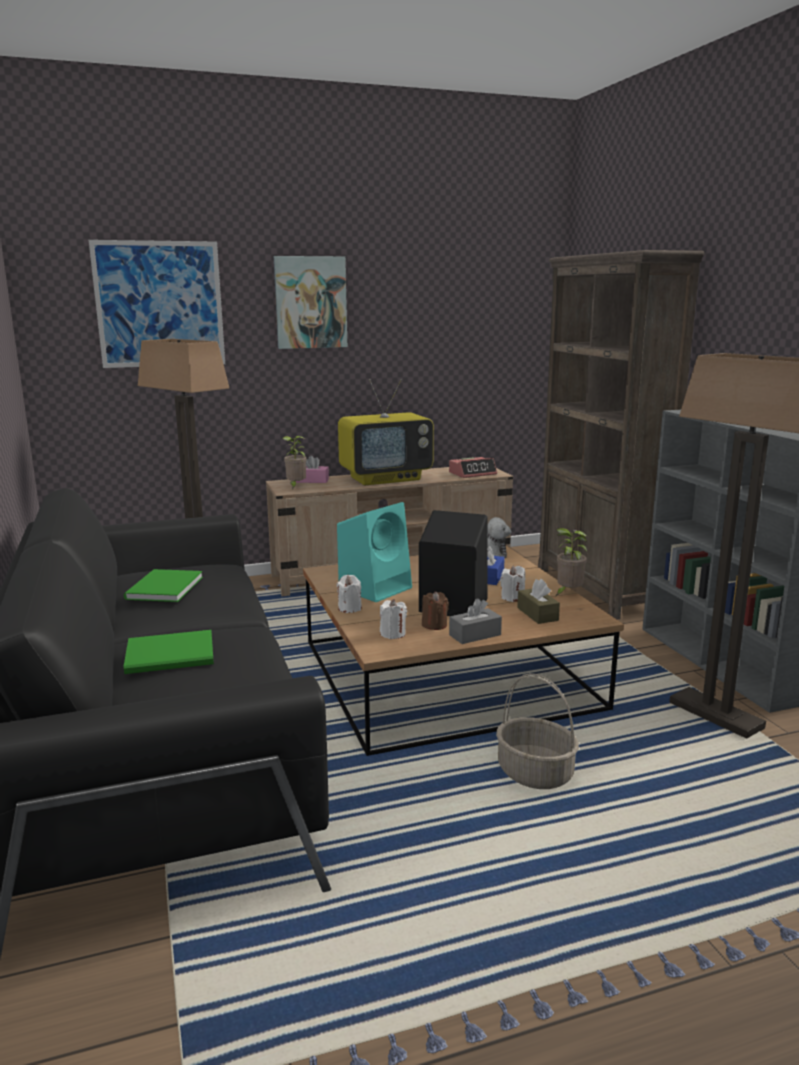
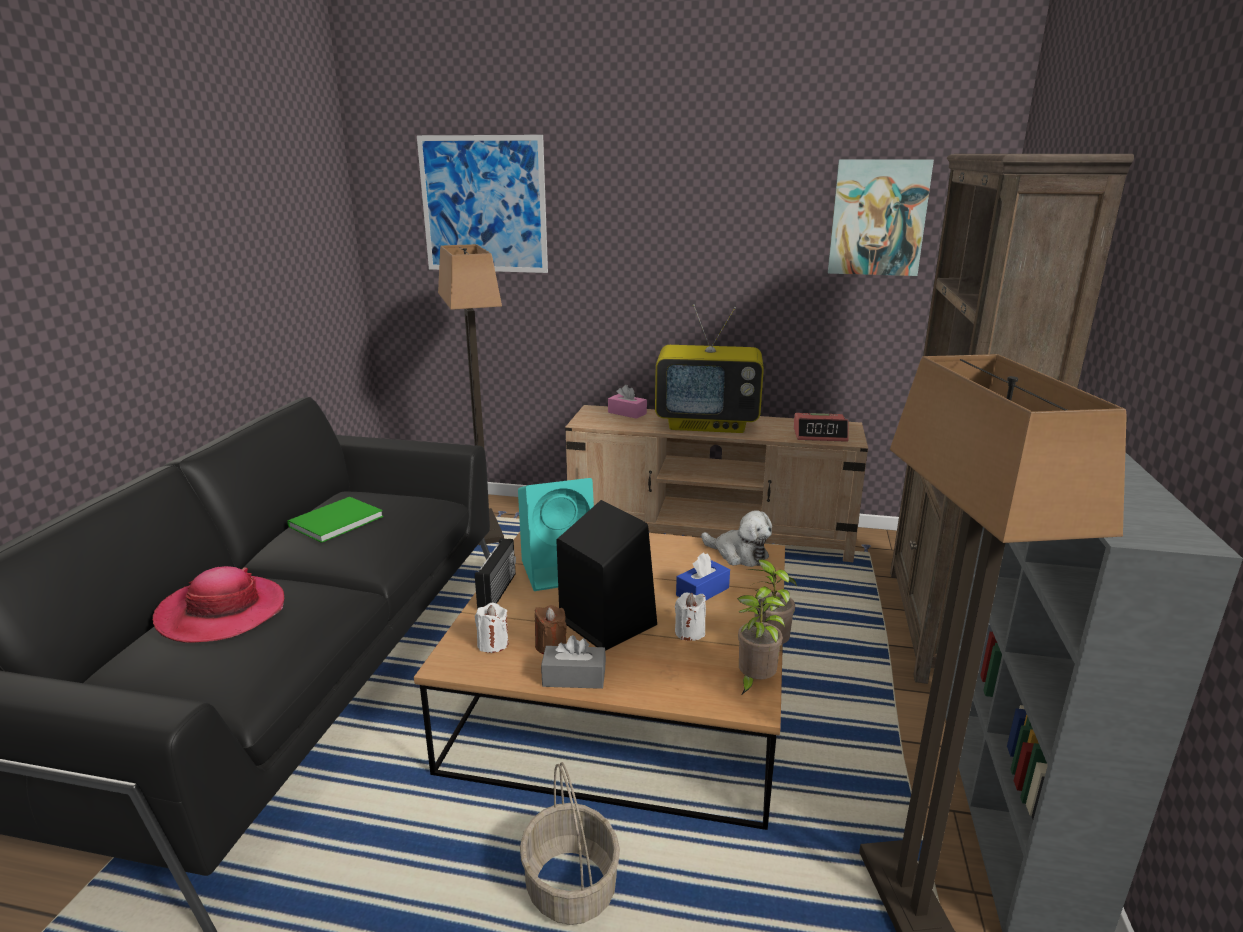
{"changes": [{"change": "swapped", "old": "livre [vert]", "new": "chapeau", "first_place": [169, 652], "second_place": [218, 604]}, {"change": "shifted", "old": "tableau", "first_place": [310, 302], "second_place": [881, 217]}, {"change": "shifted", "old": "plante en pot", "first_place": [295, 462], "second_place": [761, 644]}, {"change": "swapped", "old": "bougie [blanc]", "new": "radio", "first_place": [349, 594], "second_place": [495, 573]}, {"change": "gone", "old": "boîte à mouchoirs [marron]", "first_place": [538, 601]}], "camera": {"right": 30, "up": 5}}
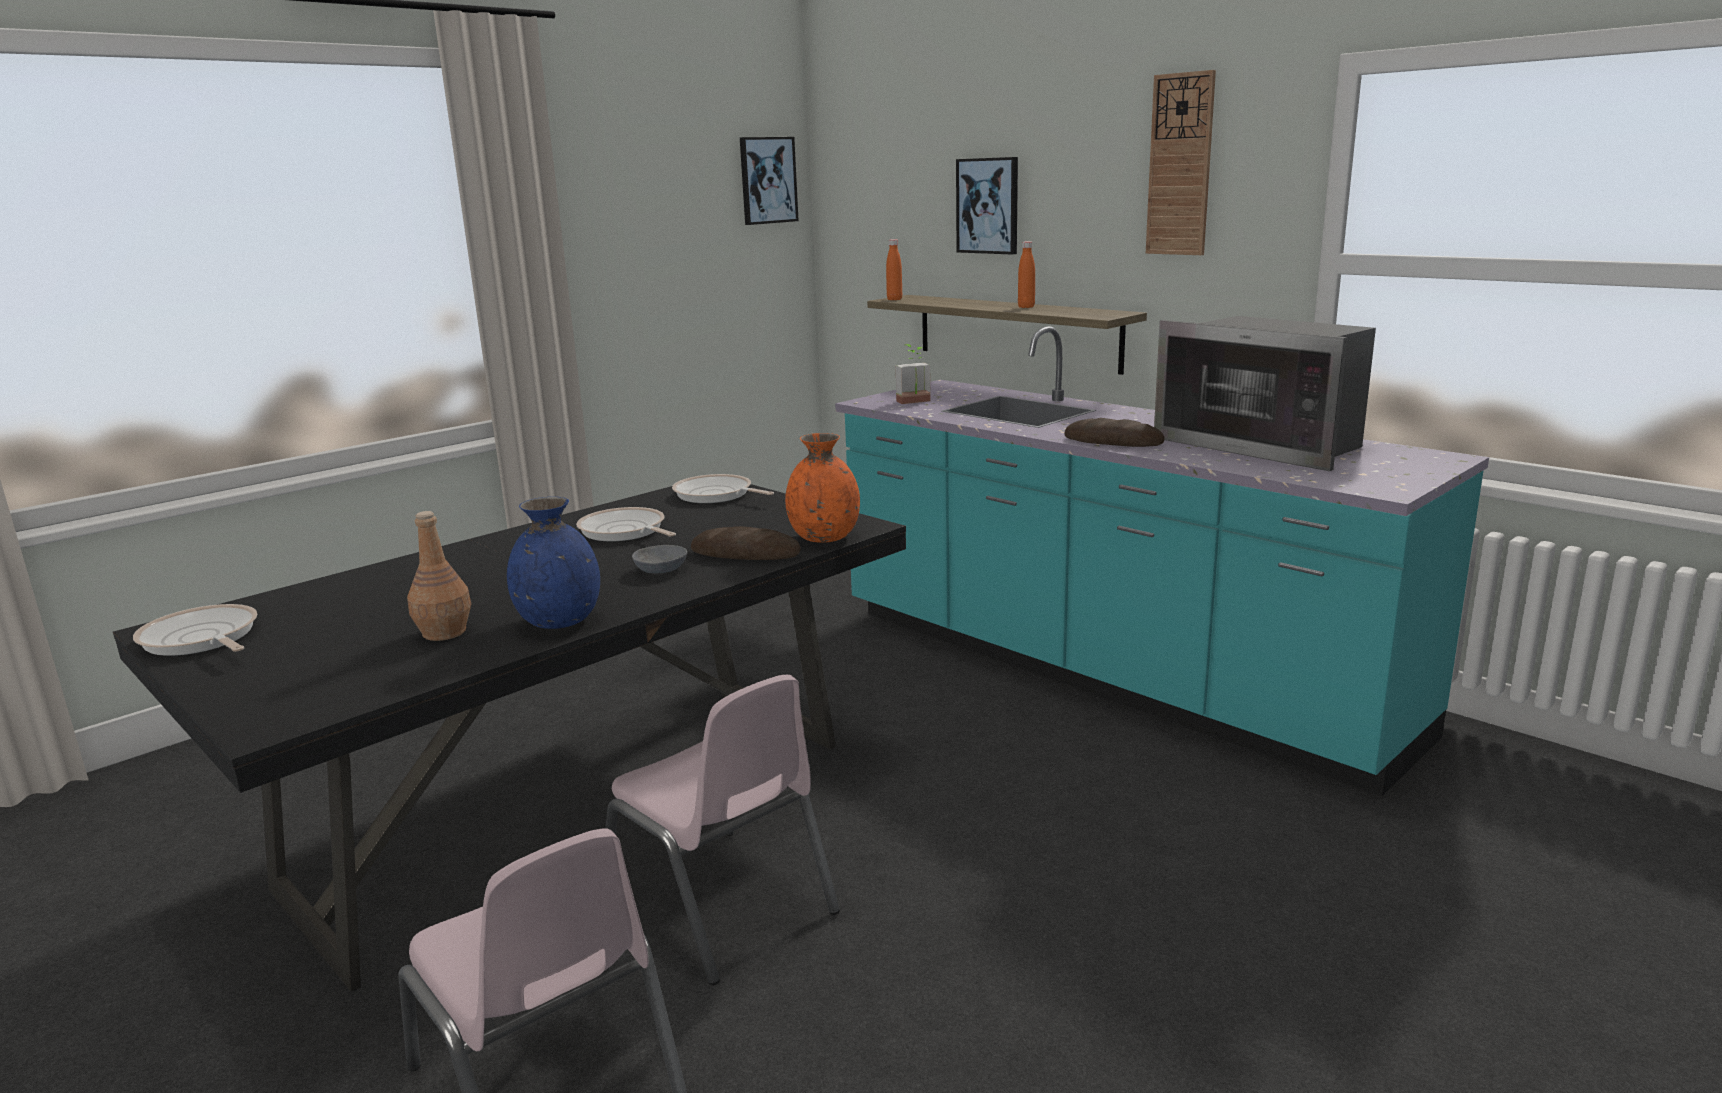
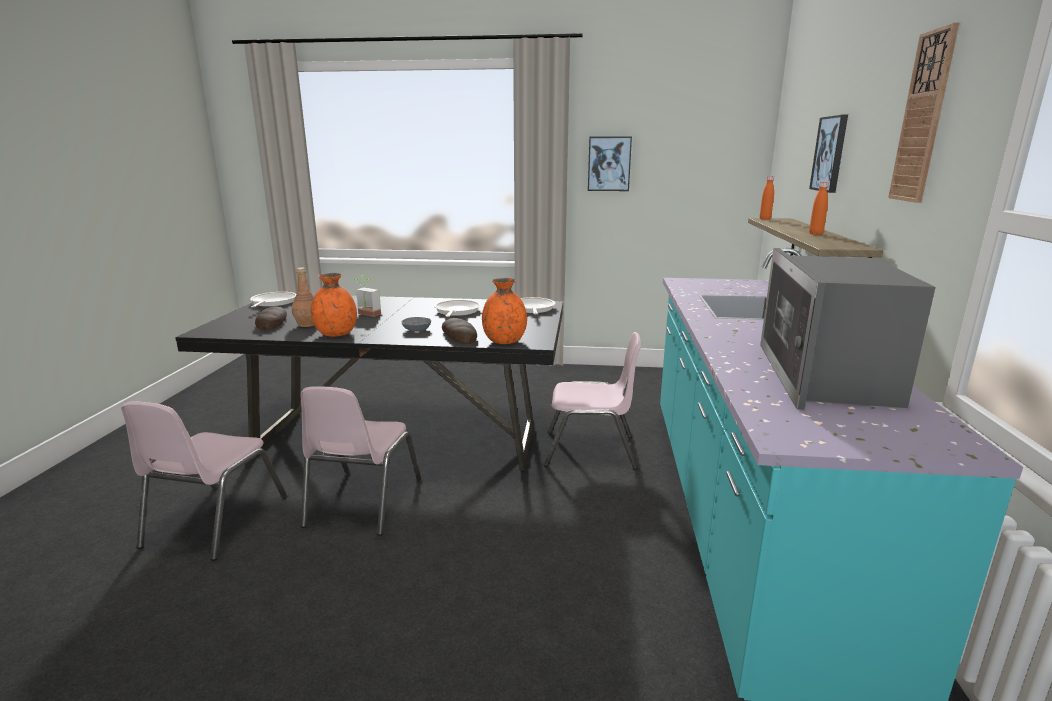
{"changes": [{"change": "repainted", "old": "vase [bleu]", "new": "vase [orange]", "first_place": [553, 563], "second_place": [334, 305]}, {"change": "shifted", "old": "tableau", "first_place": [769, 181], "second_place": [610, 164]}, {"change": "shifted", "old": "plante en pot", "first_place": [913, 374], "second_place": [367, 296]}, {"change": "shifted", "old": "pain", "first_place": [1114, 432], "second_place": [271, 318]}, {"change": "new", "new": "chaise [rose]", "second_place": [592, 401]}], "camera": {"right": 50, "up": 0}}
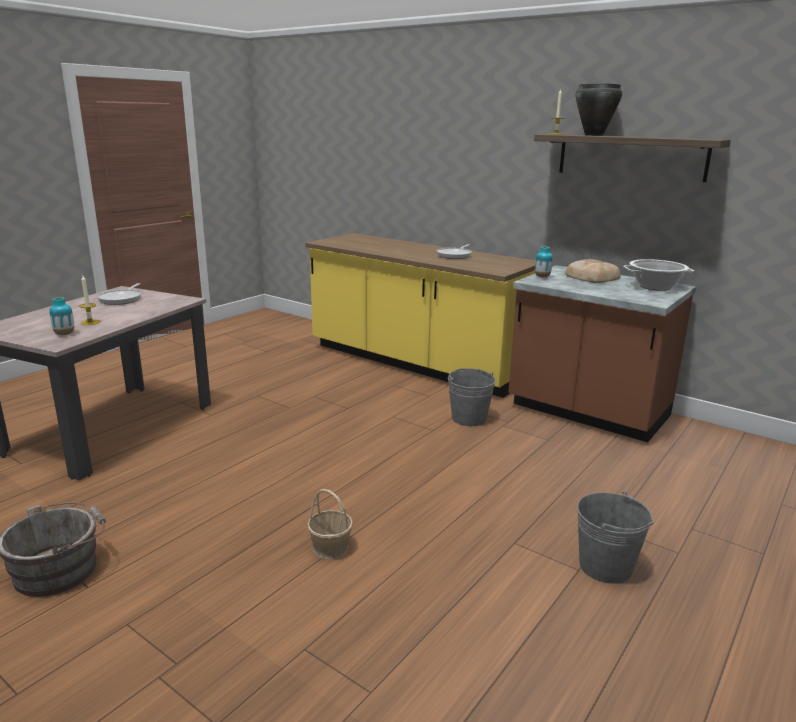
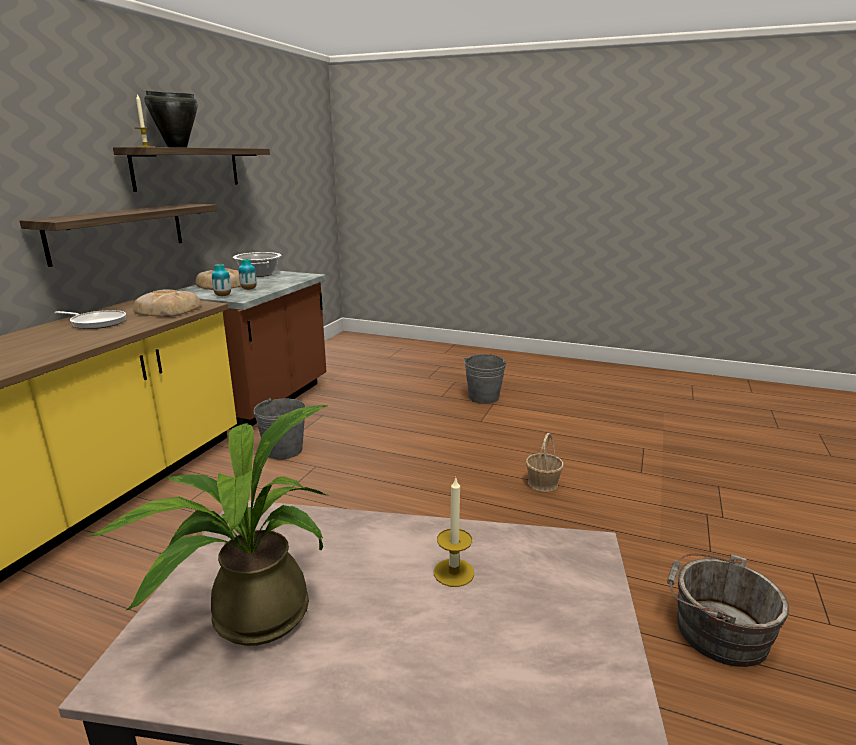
{"changes": [{"change": "shifted", "old": "vase", "first_place": [62, 316], "second_place": [248, 274]}, {"change": "swapped", "old": "poêle", "new": "plante en pot", "first_place": [119, 294], "second_place": [210, 525]}, {"change": "new", "new": "étagère", "second_place": [118, 235]}, {"change": "new", "new": "pain", "second_place": [167, 303]}], "camera": {"right": -105, "up": 0}}
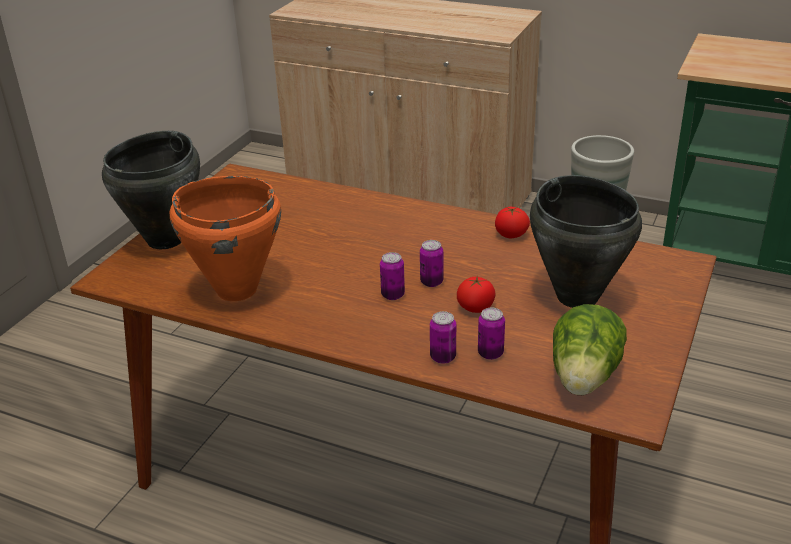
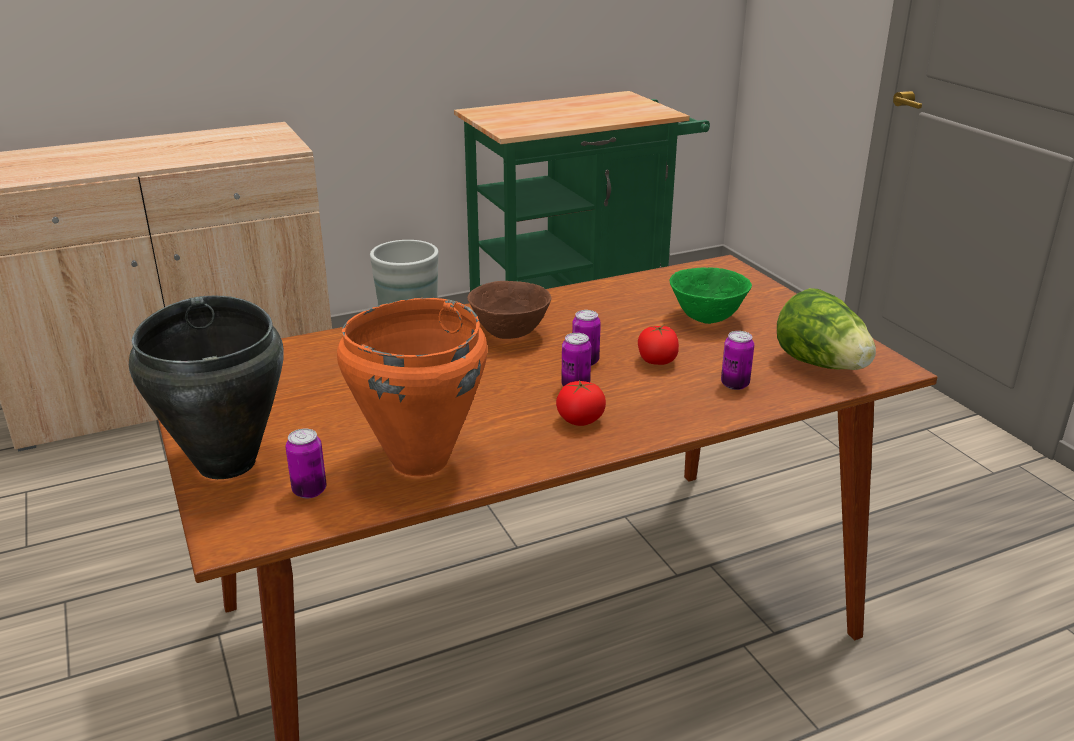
{"changes": [{"change": "shifted", "old": "boîte métallique", "first_place": [443, 337], "second_place": [306, 463]}, {"change": "shifted", "old": "tomate", "first_place": [512, 222], "second_place": [581, 403]}, {"change": "swapped", "old": "marmite [noir]", "new": "bol [vert]", "first_place": [586, 241], "second_place": [711, 296]}, {"change": "new", "new": "bol [marron]", "second_place": [509, 310]}], "camera": {"right": -50, "up": -5}}
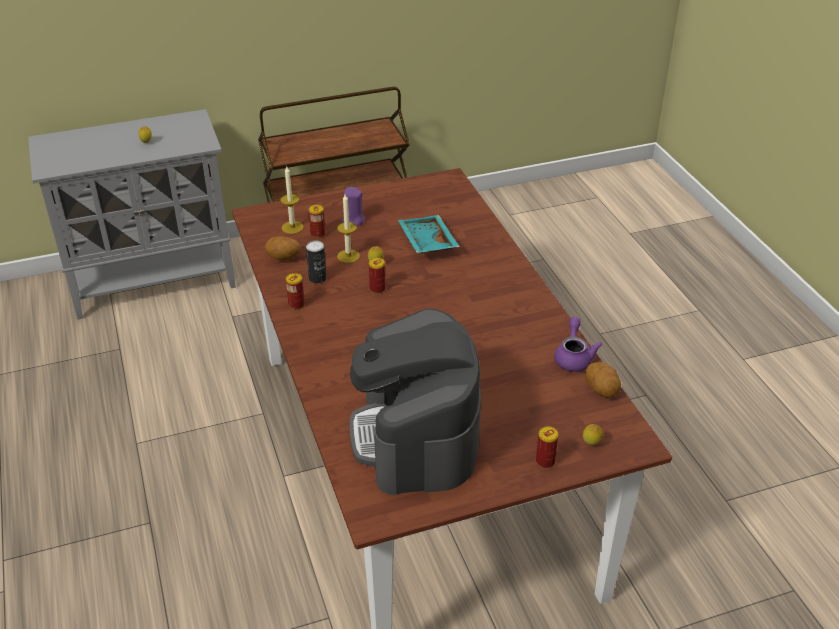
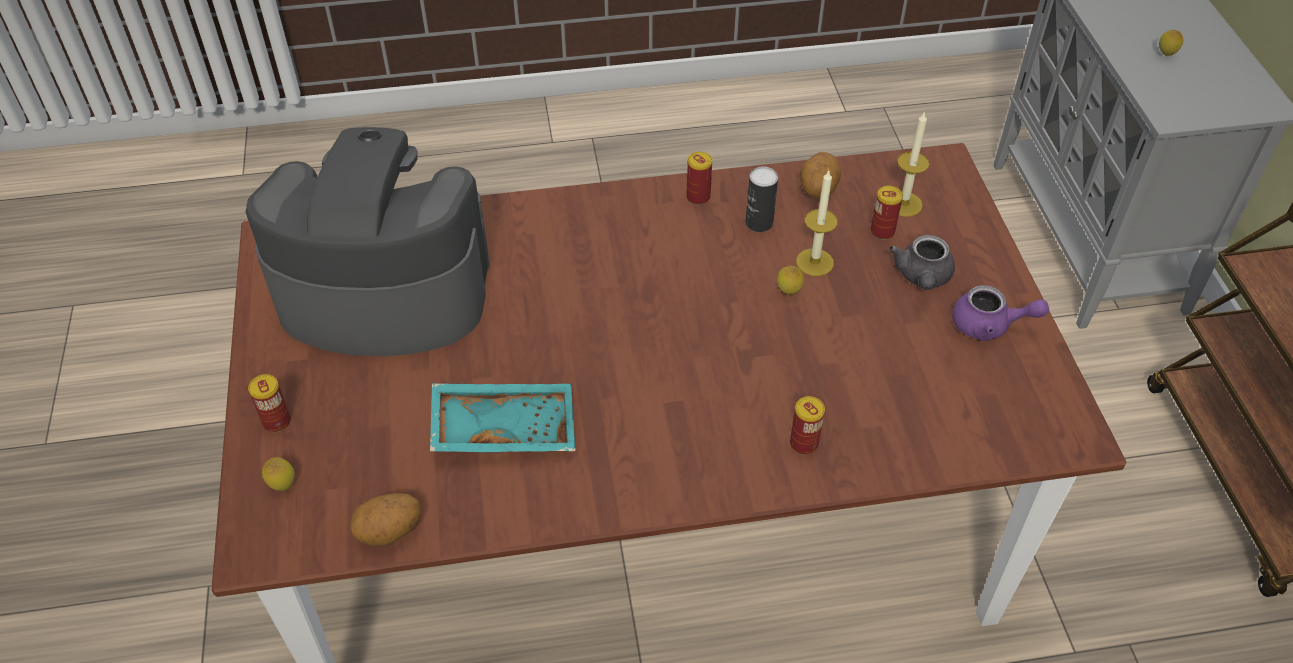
{"changes": [{"change": "swapped", "old": "bougie [violet]", "new": "théière [gris]", "first_place": [354, 206], "second_place": [922, 262]}, {"change": "shifted", "old": "boîte métallique", "first_place": [377, 276], "second_place": [807, 425]}, {"change": "shifted", "old": "plateau [turquoise]", "first_place": [429, 234], "second_place": [503, 418]}, {"change": "shifted", "old": "théière [violet]", "first_place": [578, 344], "second_place": [1000, 313]}], "camera": {"right": 100, "up": 10}}
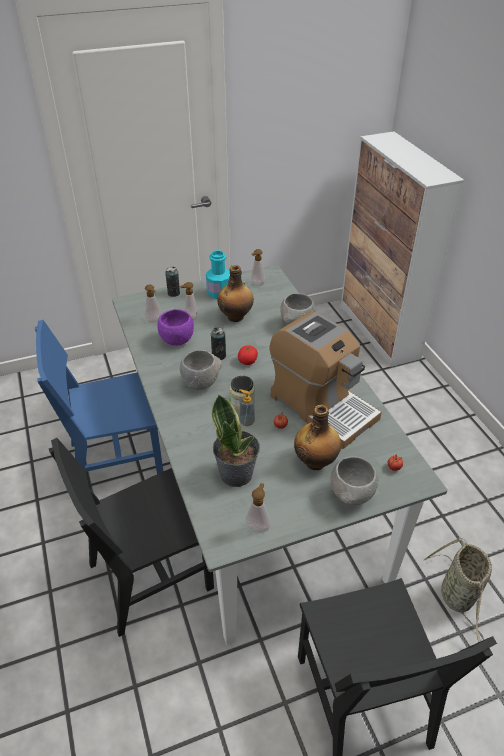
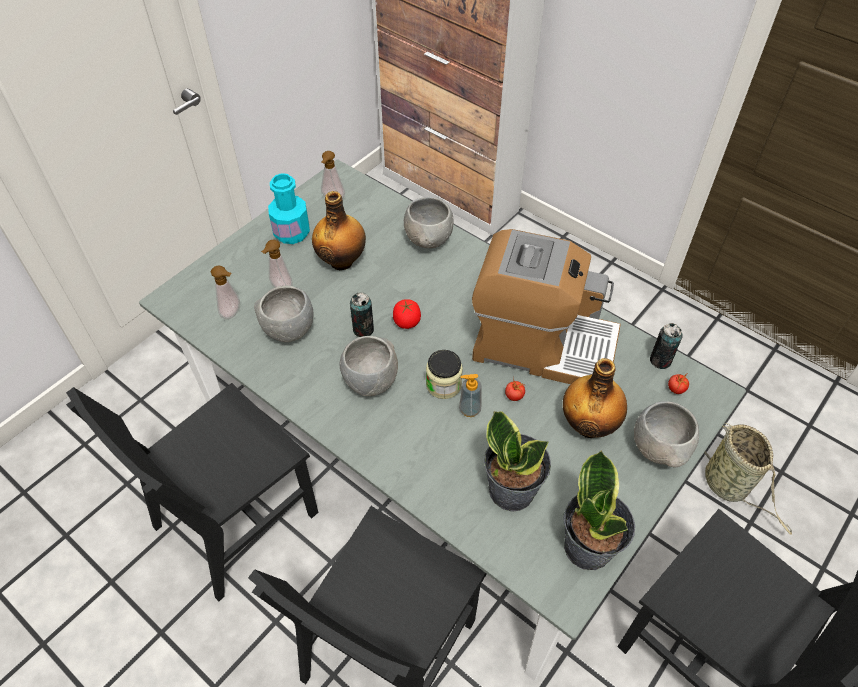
{"changes": [{"change": "repainted", "old": "chaise [bleu]", "new": "chaise [noir]", "first_place": [99, 397], "second_place": [192, 492]}, {"change": "repainted", "old": "bol [violet]", "new": "bol [gris]", "first_place": [175, 327], "second_place": [283, 314]}, {"change": "shifted", "old": "boîte métallique", "first_place": [172, 282], "second_place": [666, 346]}, {"change": "swapped", "old": "distributeur de savon", "new": "plante en pot", "first_place": [258, 508], "second_place": [599, 510]}], "camera": {"right": -30, "up": 10}}
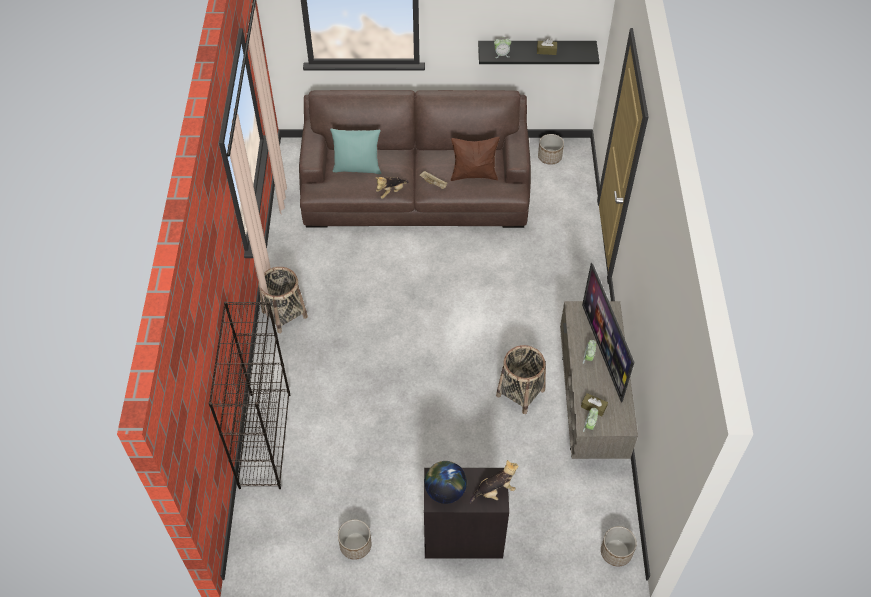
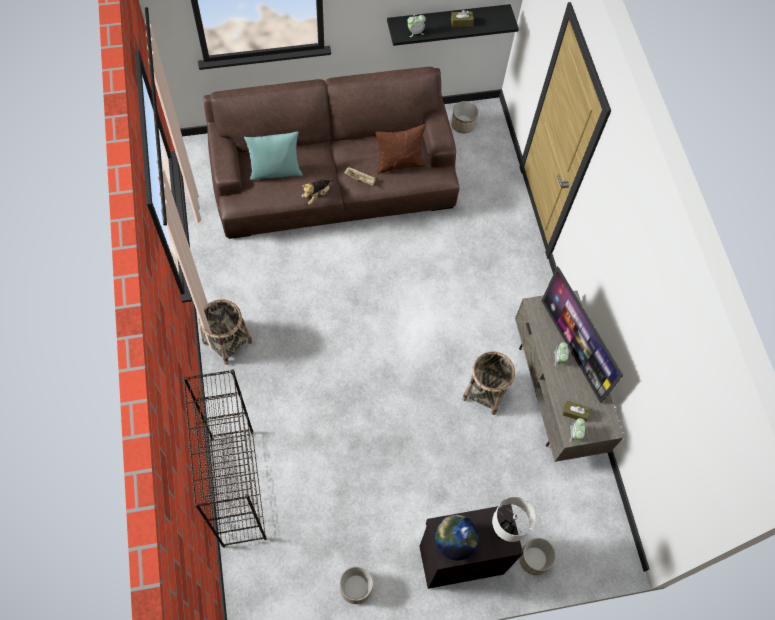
{"changes": [{"change": "swapped", "old": "peluche", "new": "lampe de table [blanc]", "first_place": [494, 481], "second_place": [514, 519]}, {"change": "shifted", "old": "cache-pot", "first_place": [619, 546], "second_place": [537, 556]}], "camera": {"right": -15, "up": 10}}
